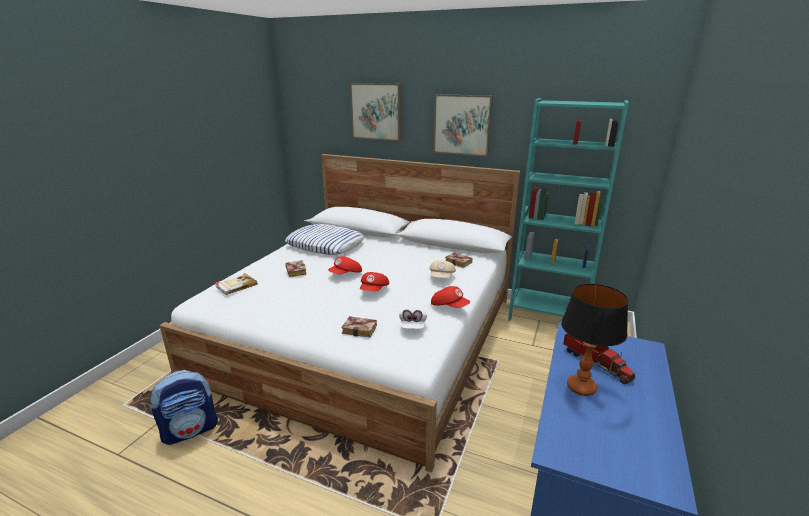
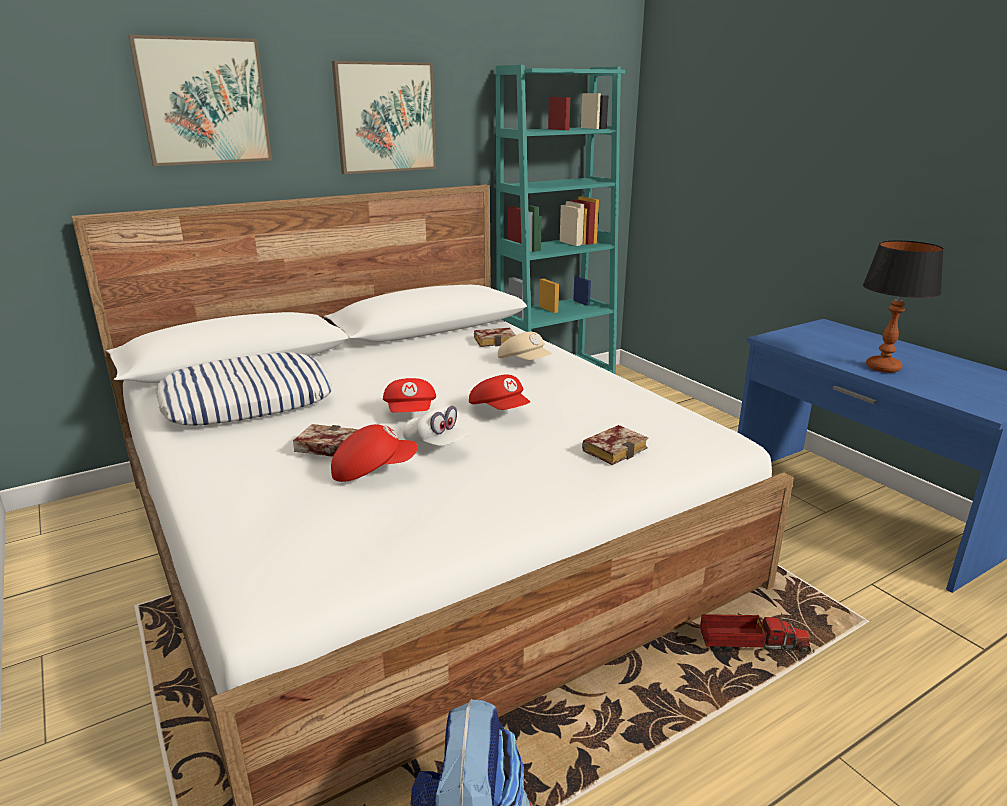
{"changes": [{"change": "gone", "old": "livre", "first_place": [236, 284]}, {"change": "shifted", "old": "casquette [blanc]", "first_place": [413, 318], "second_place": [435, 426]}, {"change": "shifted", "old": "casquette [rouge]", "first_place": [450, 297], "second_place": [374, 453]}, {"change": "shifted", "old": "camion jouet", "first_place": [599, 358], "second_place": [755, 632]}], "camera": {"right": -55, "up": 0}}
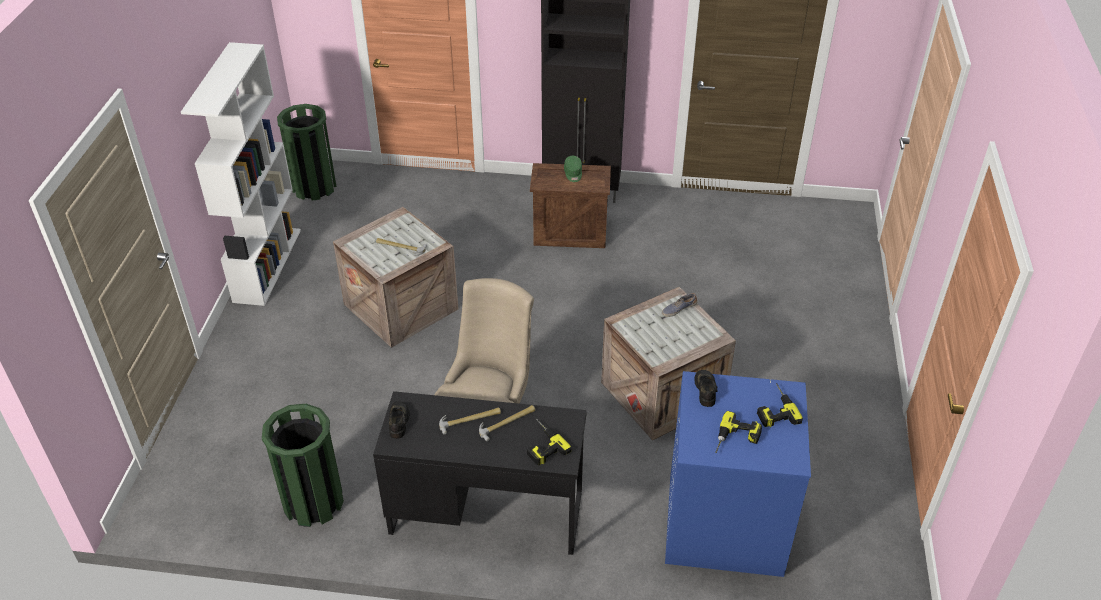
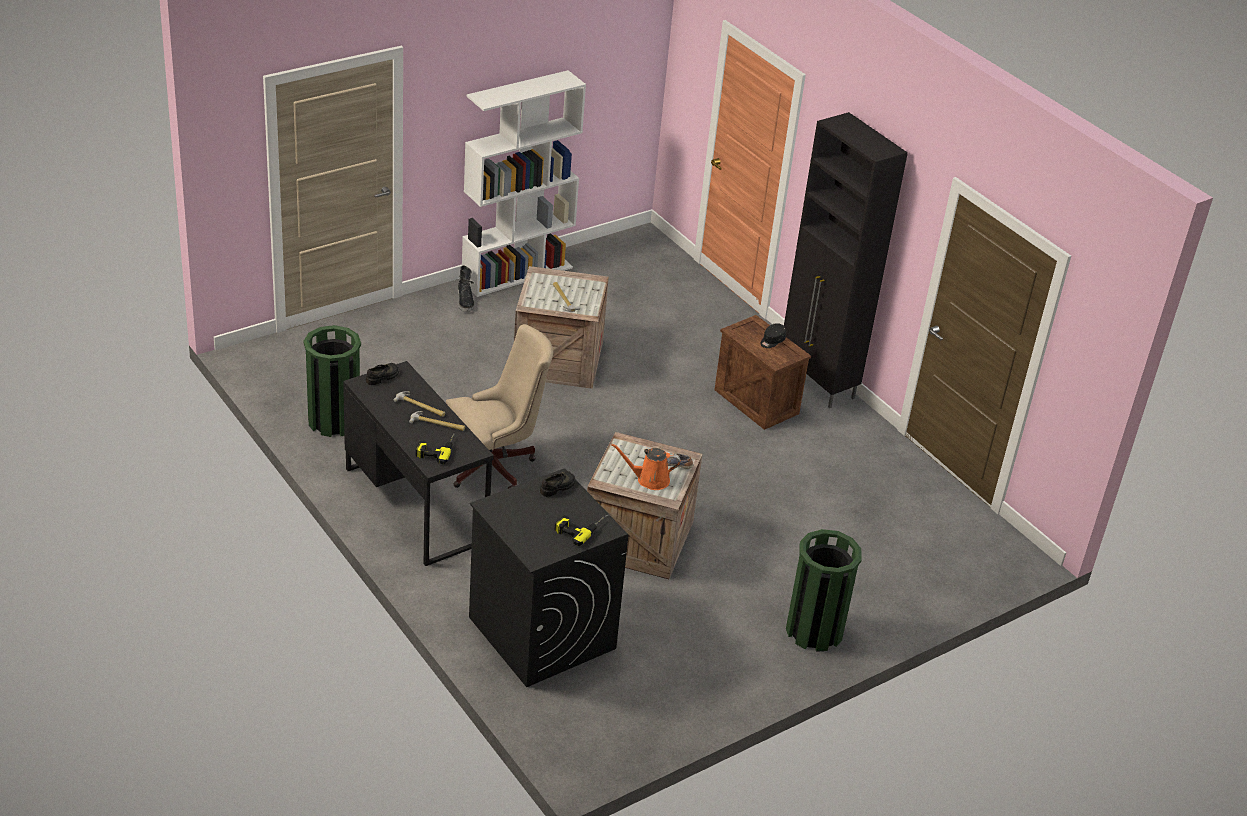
{"changes": [{"change": "shifted", "old": "poubelle [vert]", "first_place": [306, 152], "second_place": [824, 590]}, {"change": "repainted", "old": "casquette [vert]", "new": "casquette [noir]", "first_place": [573, 169], "second_place": [773, 335]}, {"change": "repainted", "old": "lave-linge [bleu]", "new": "lave-linge [noir]", "first_place": [738, 474], "second_place": [548, 577]}, {"change": "gone", "old": "perceuse", "first_place": [738, 432]}, {"change": "new", "new": "botte [noir]", "second_place": [466, 288]}, {"change": "new", "new": "arrosoir [orange]", "second_place": [645, 466]}], "camera": {"right": 45, "up": -5}}
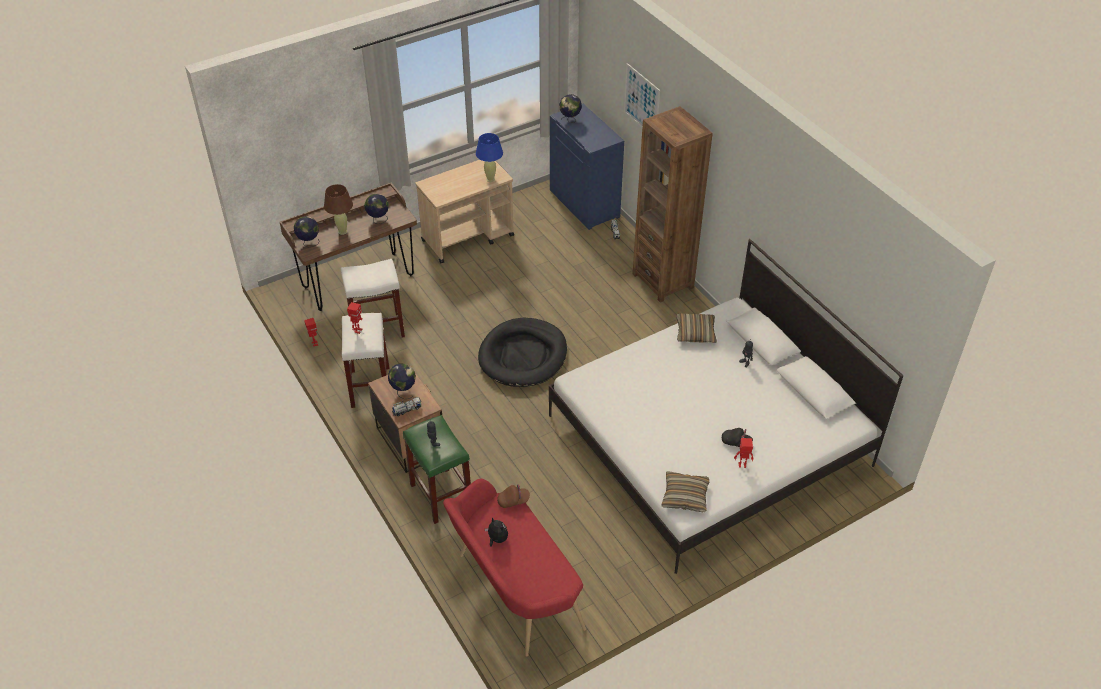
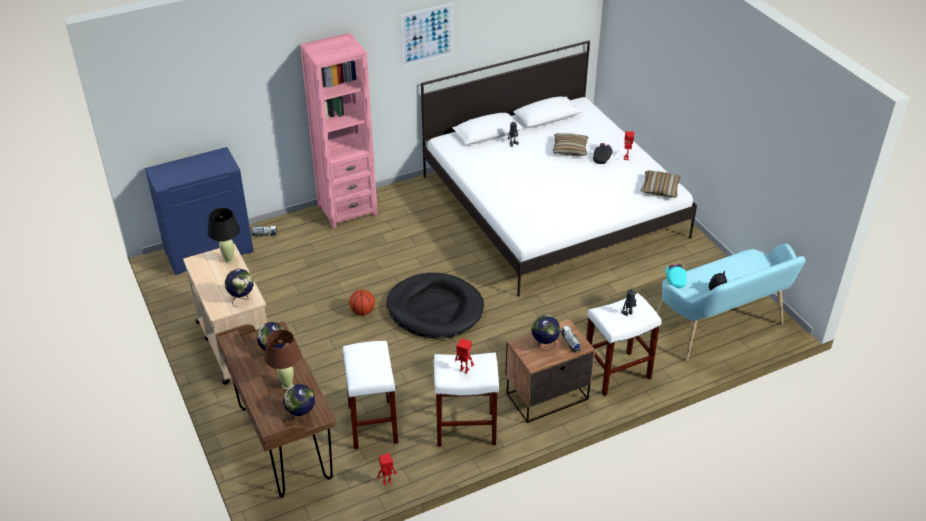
{"changes": [{"change": "repainted", "old": "tabouret [vert]", "new": "tabouret [blanc]", "first_place": [437, 469], "second_place": [623, 344]}, {"change": "repainted", "old": "banc [rouge]", "new": "banc [turquoise]", "first_place": [514, 568], "second_place": [731, 302]}, {"change": "repainted", "old": "lampe de table [bleu]", "new": "lampe de table [noir]", "first_place": [489, 157], "second_place": [223, 235]}, {"change": "repainted", "old": "casquette [marron]", "new": "casquette [turquoise]", "first_place": [513, 496], "second_place": [676, 276]}, {"change": "shifted", "old": "globe", "first_place": [570, 108], "second_place": [239, 288]}, {"change": "shifted", "old": "tableau", "first_place": [642, 95], "second_place": [426, 34]}, {"change": "repainted", "old": "bibliothèque [marron]", "new": "bibliothèque [rose]", "first_place": [673, 204], "second_place": [339, 131]}, {"change": "shifted", "old": "coussin", "first_place": [696, 328], "second_place": [570, 144]}, {"change": "new", "new": "ballon de basket", "second_place": [362, 302]}], "camera": {"right": -85, "up": -5}}
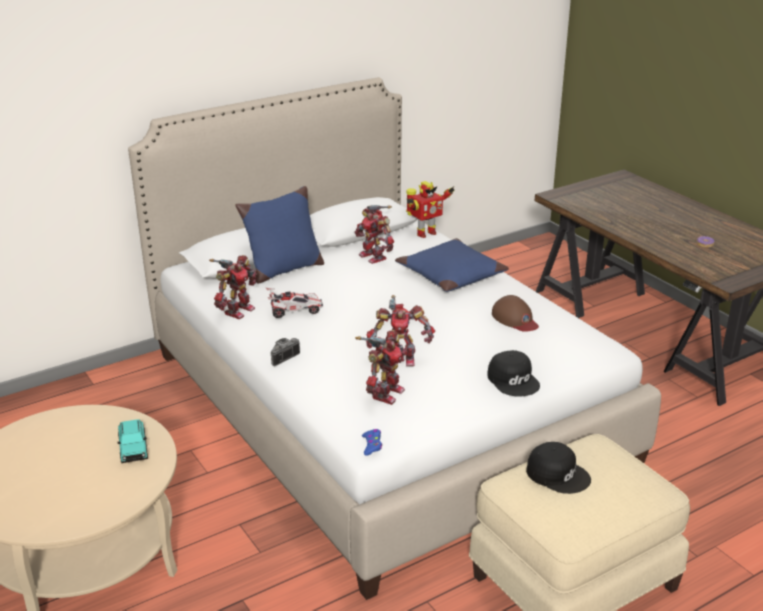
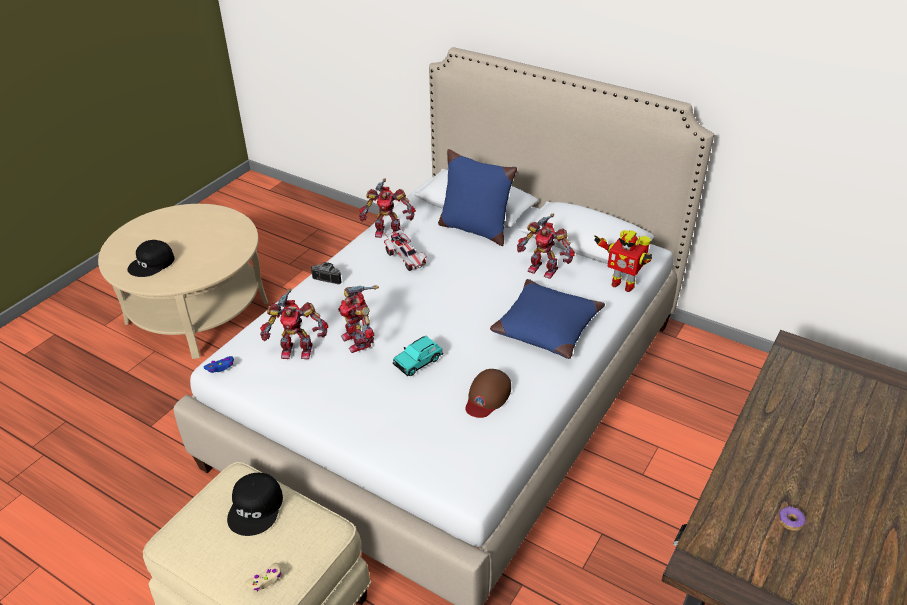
{"changes": [{"change": "shifted", "old": "petite voiture [turquoise]", "first_place": [132, 441], "second_place": [418, 356]}, {"change": "rotated", "old": "robot jouet", "first_place": [374, 234], "second_place": [546, 246], "degrees": -90}, {"change": "shifted", "old": "casquette [noir]", "first_place": [513, 373], "second_place": [151, 258]}, {"change": "new", "new": "manette [beige]", "second_place": [262, 577]}], "camera": {"right": 65, "up": 10}}
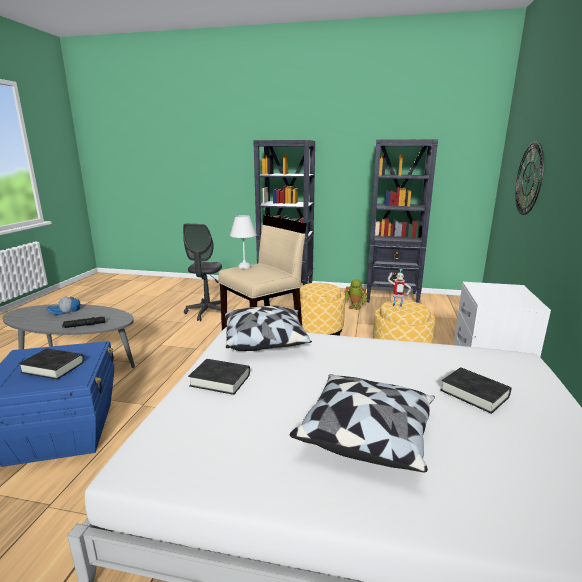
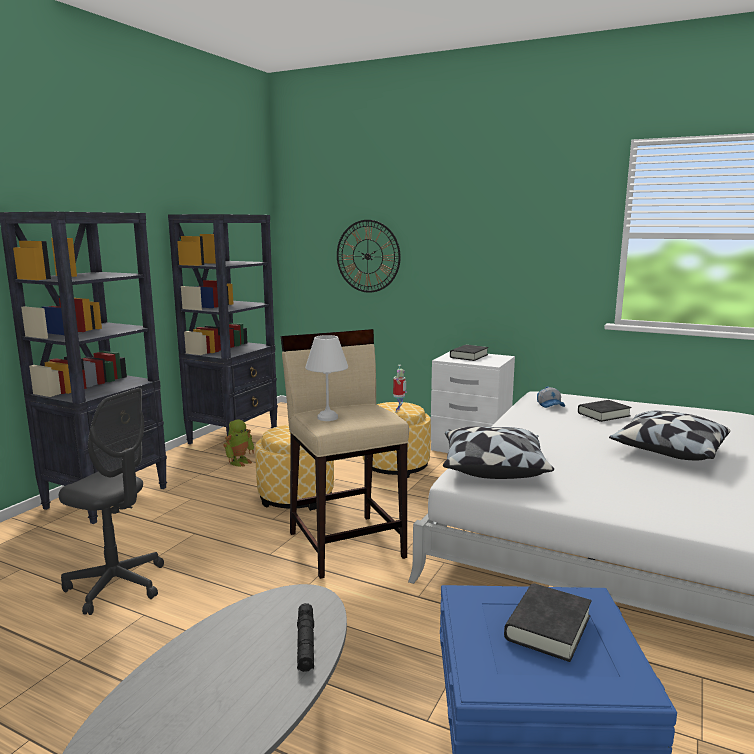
{"changes": [{"change": "shifted", "old": "casquette", "first_place": [63, 306], "second_place": [551, 397]}, {"change": "shifted", "old": "livre [noir]", "first_place": [219, 377], "second_place": [469, 353]}], "camera": {"right": -75, "up": -5}}
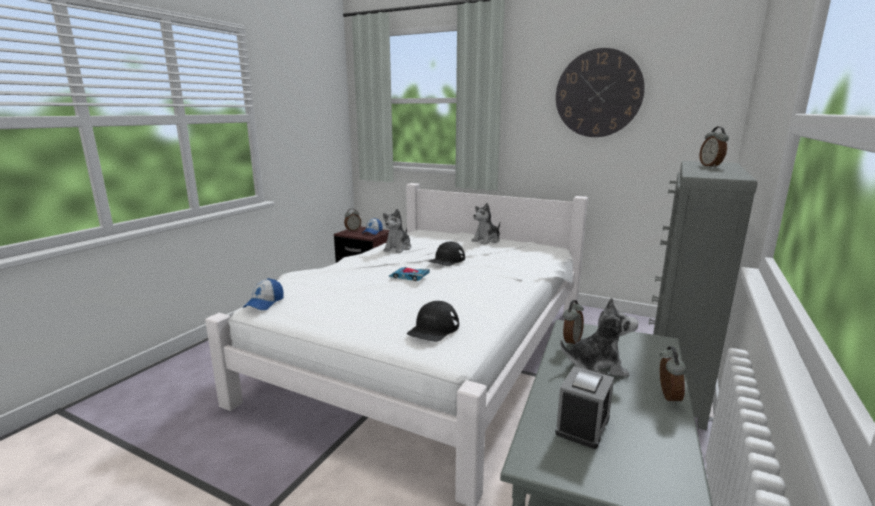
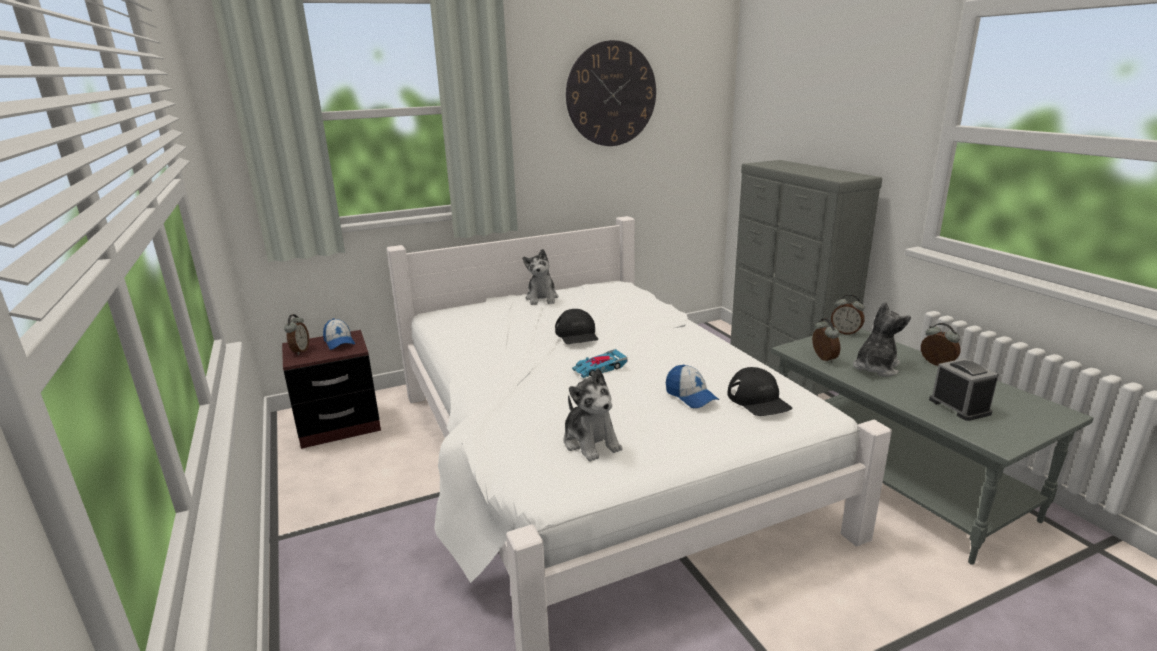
{"changes": [{"change": "shifted", "old": "casquette", "first_place": [263, 294], "second_place": [692, 386]}, {"change": "shifted", "old": "peluche", "first_place": [397, 231], "second_place": [593, 415]}, {"change": "shifted", "old": "réveil", "first_place": [714, 147], "second_place": [848, 314]}], "camera": {"right": -50, "up": 5}}
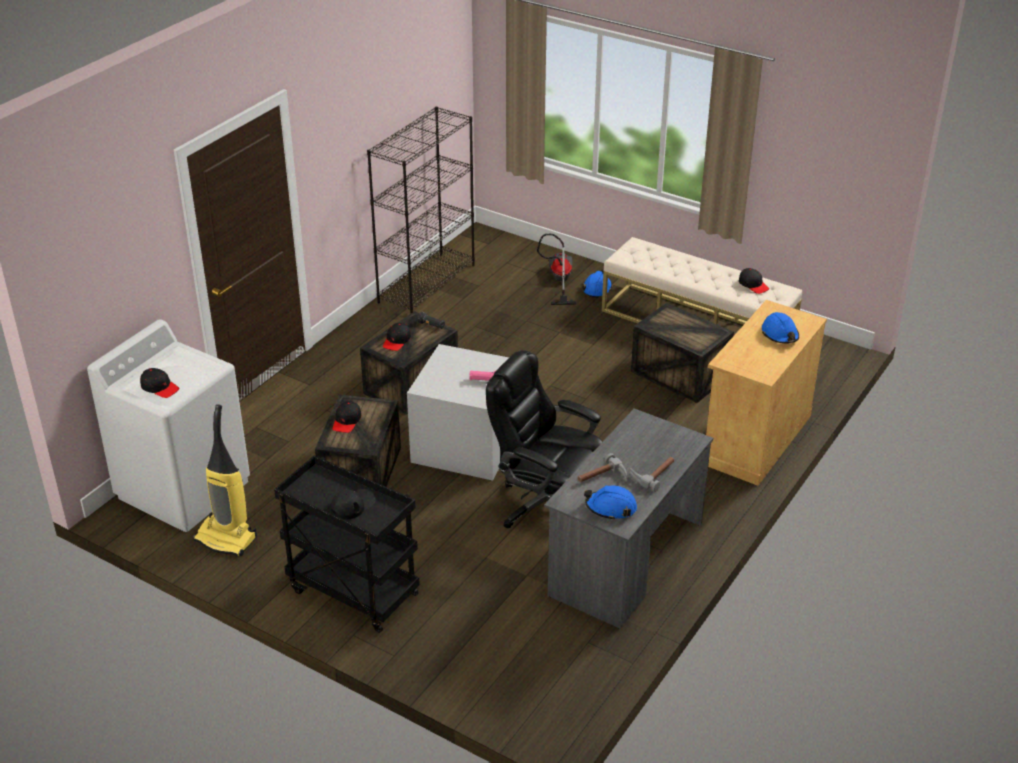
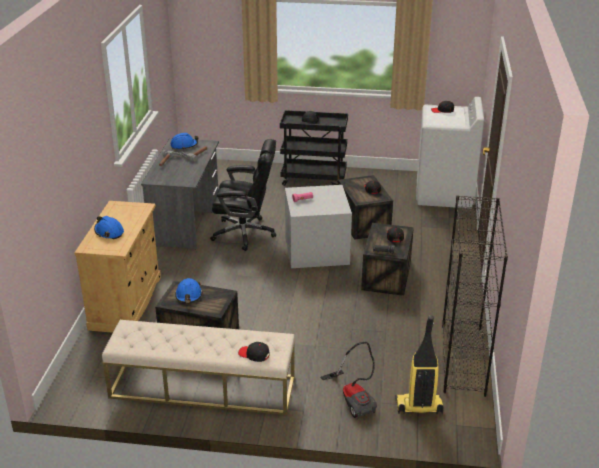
{"changes": [{"change": "shifted", "old": "aspirateur", "first_place": [225, 480], "second_place": [419, 365]}, {"change": "shifted", "old": "casque de chantier [bleu]", "first_place": [597, 283], "second_place": [189, 290]}, {"change": "shifted", "old": "casquette [noir]", "first_place": [754, 281], "second_place": [254, 352]}], "camera": {"right": 155, "up": -5}}
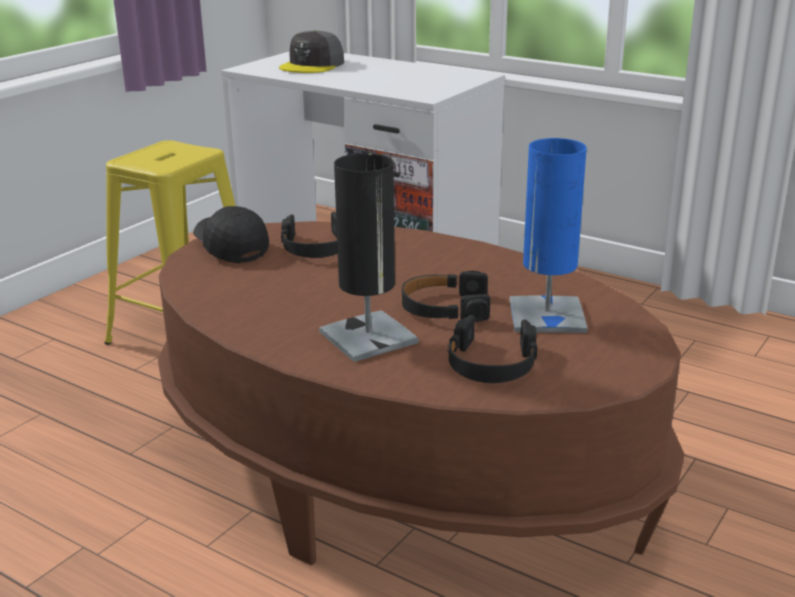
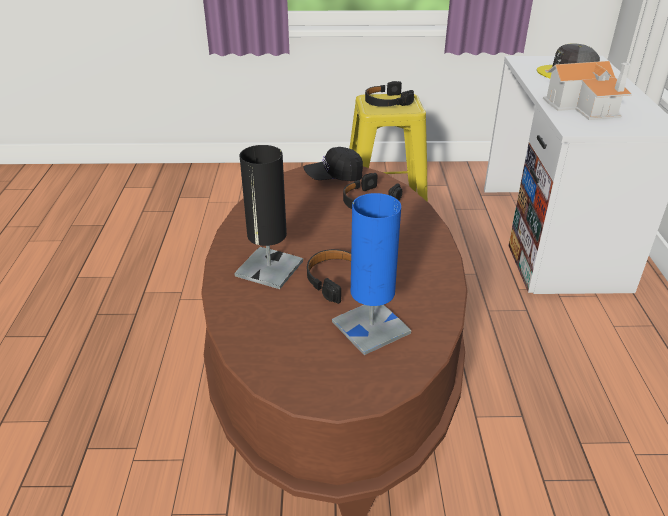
{"changes": [{"change": "rotated", "old": "casquette [noir]", "first_place": [231, 235], "second_place": [333, 164], "degrees": -120}, {"change": "shifted", "old": "casque audio [noir]", "first_place": [492, 349], "second_place": [389, 94]}, {"change": "new", "new": "maison miniature", "second_place": [587, 90]}], "camera": {"right": 55, "up": 10}}
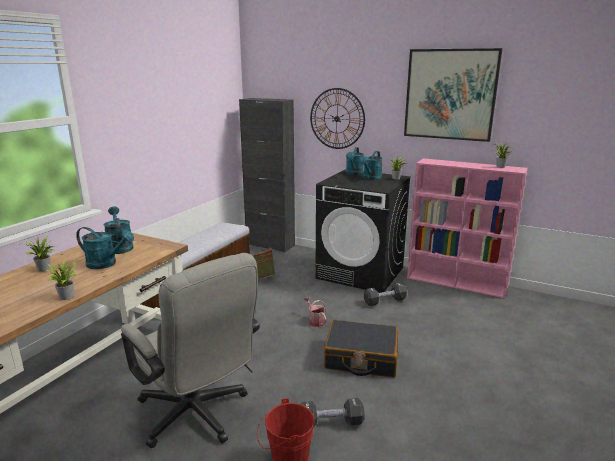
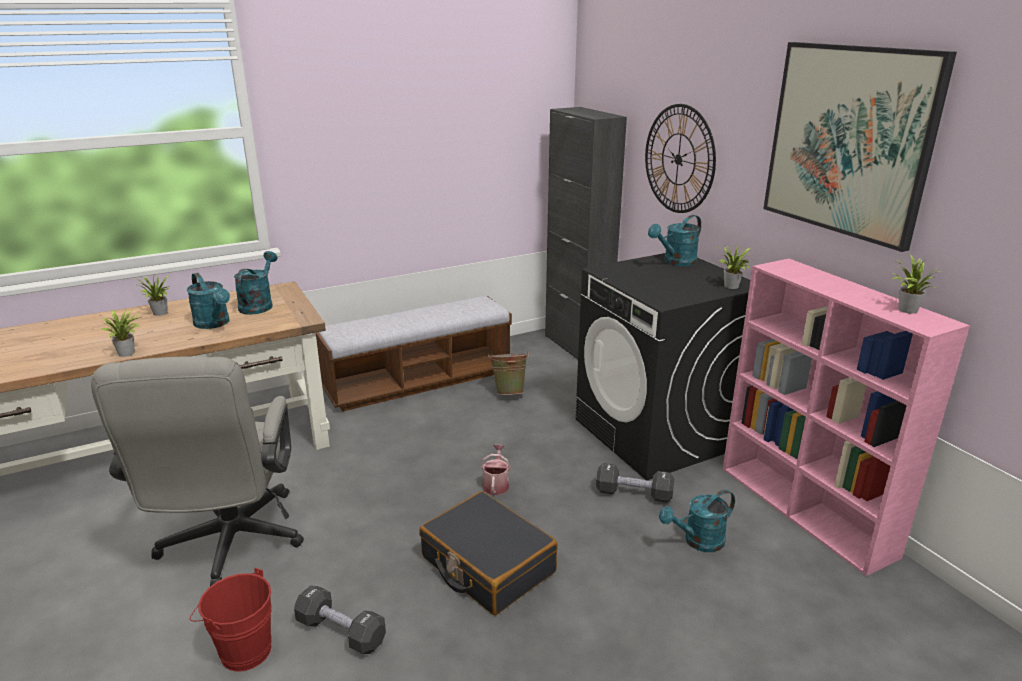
{"changes": [{"change": "shifted", "old": "arrosoir [turquoise]", "first_place": [371, 165], "second_place": [697, 521]}], "camera": {"right": 35, "up": 5}}
